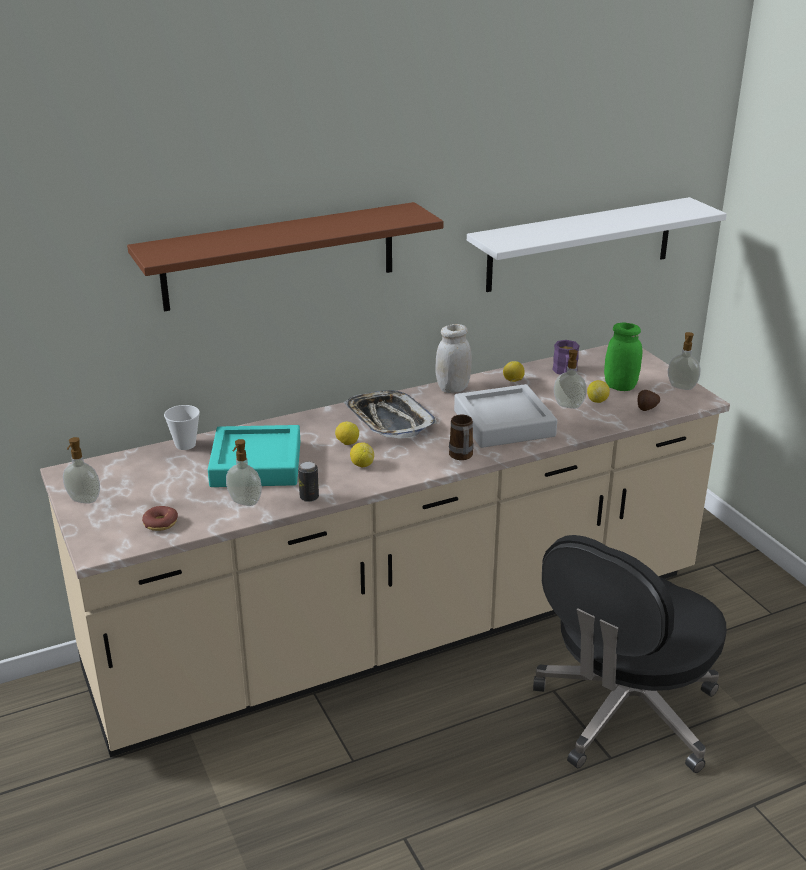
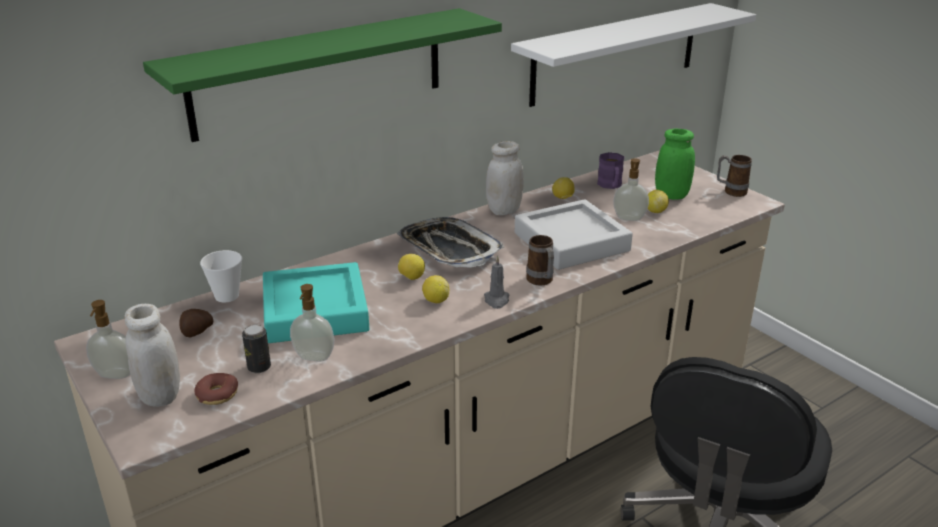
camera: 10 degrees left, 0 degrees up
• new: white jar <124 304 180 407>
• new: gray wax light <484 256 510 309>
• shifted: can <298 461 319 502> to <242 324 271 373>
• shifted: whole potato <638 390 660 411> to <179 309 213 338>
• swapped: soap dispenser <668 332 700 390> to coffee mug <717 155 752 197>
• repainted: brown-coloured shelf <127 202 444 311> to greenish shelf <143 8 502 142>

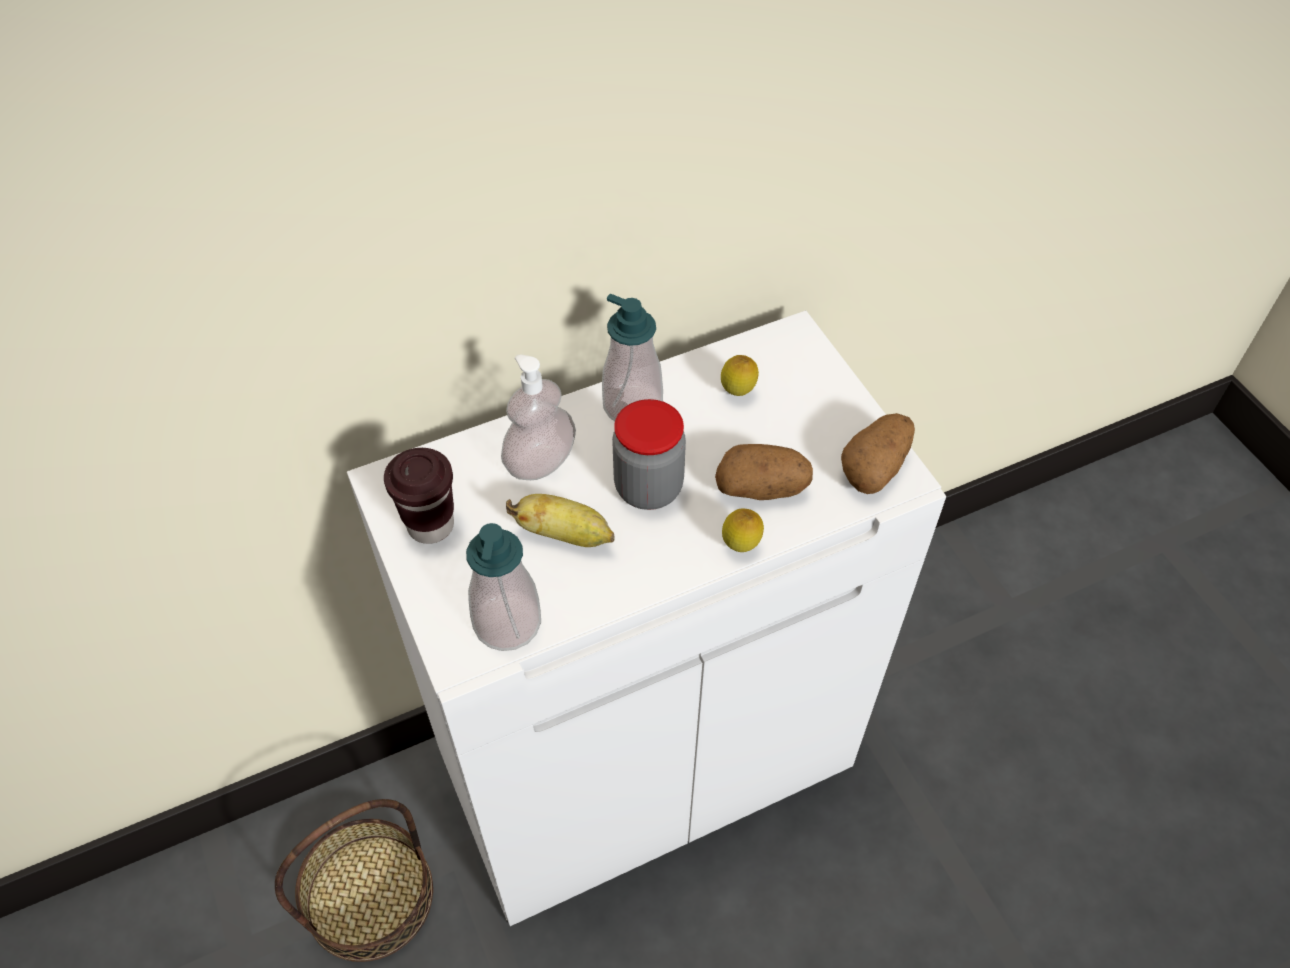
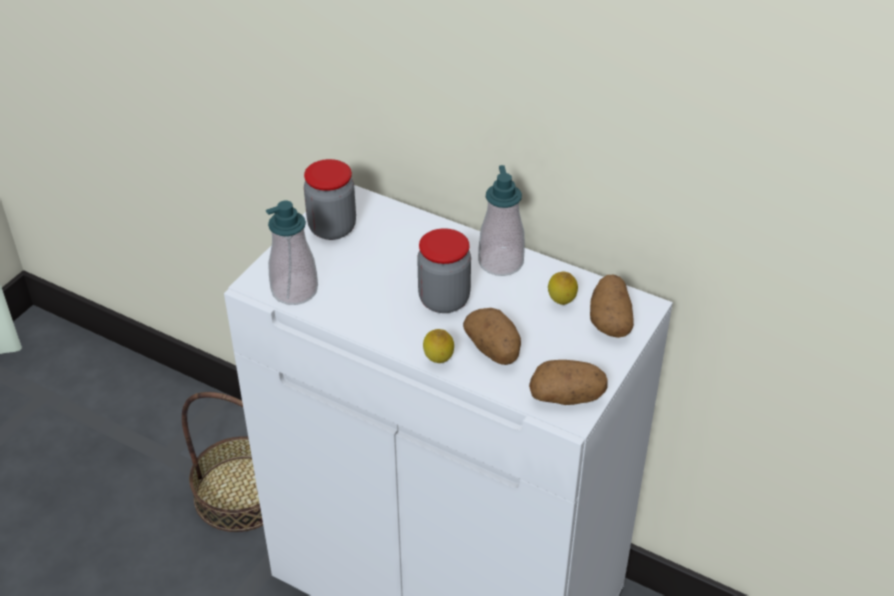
camera: 55 degrees right, 10 degrees down
• gone: soap dispenser <501 354 576 480>
• gone: banana <506 494 615 547>
• new: whole potato <590 275 634 338>
• swapped: brown-coloured drinking cup <384 448 454 544> to jar <304 159 356 240>

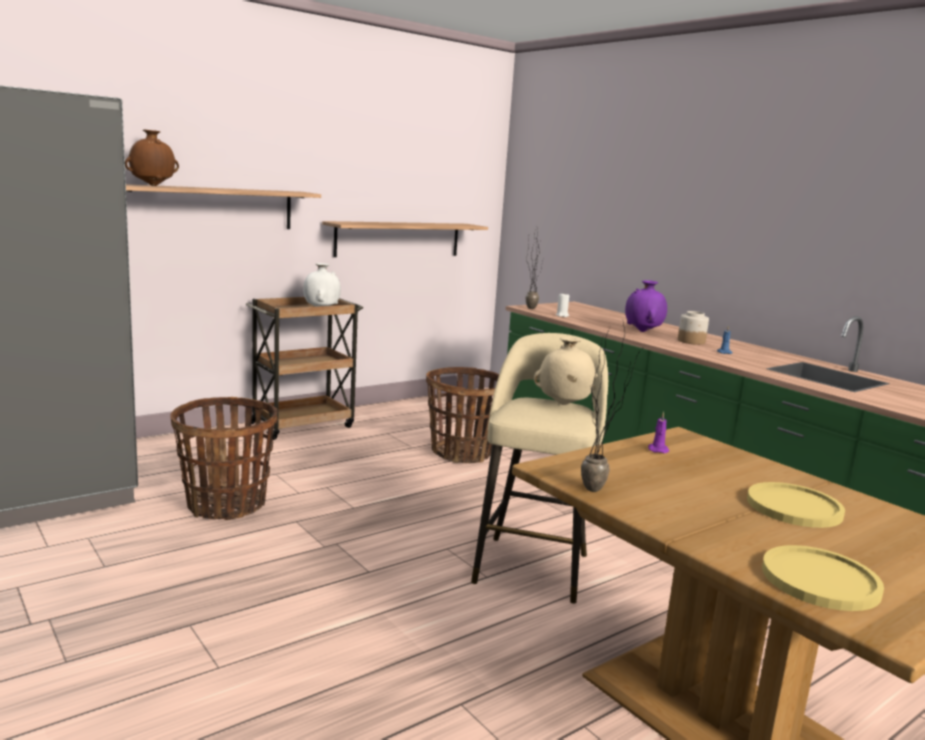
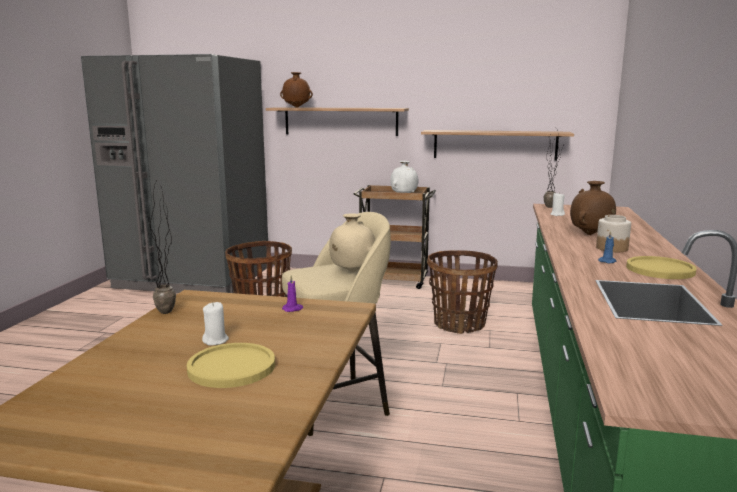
camera: 50 degrees right, 0 degrees up
• new: white wax light <202 302 229 345>
• shifted: yellow-coloured flat dish <762 545 884 611> to <626 256 696 279>
• repainted: purple-coloured flower vase <625 280 667 332> to brown-coloured flower vase <570 181 616 235>

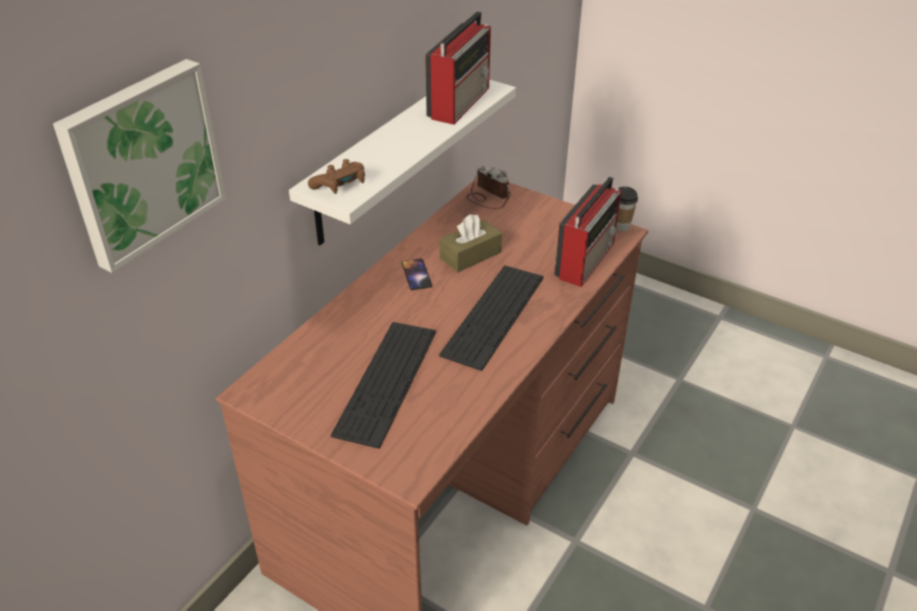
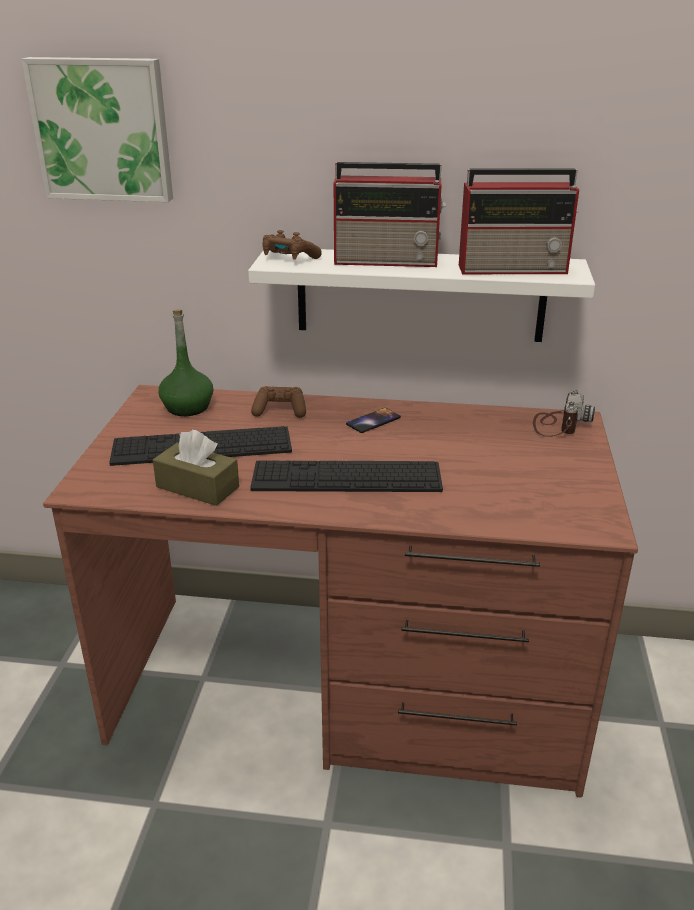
camera: 65 degrees right, 10 degrees down
• gone: drinking cup <616 186 638 231>
• new: greenish beverage bottle <158 310 213 416>
• new: brown-coloured game controller <251 386 306 418>
• shifted: brown-coloured tissue holder <440 214 502 273> to <153 430 239 506>
• shifted: radio receiver <555 177 621 287> to <334 162 446 267>

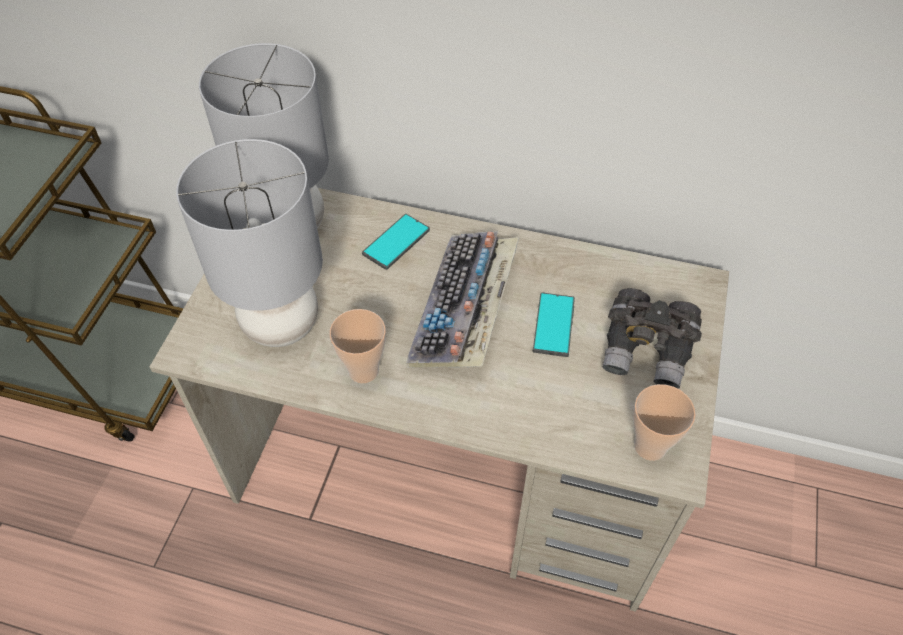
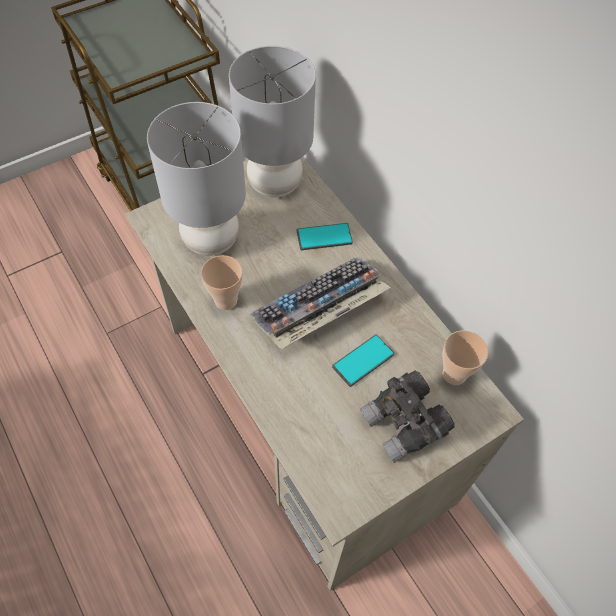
camera: 40 degrees right, 5 degrees up
• shifted: drinking cup <633 384 696 461> to <443 330 488 385>

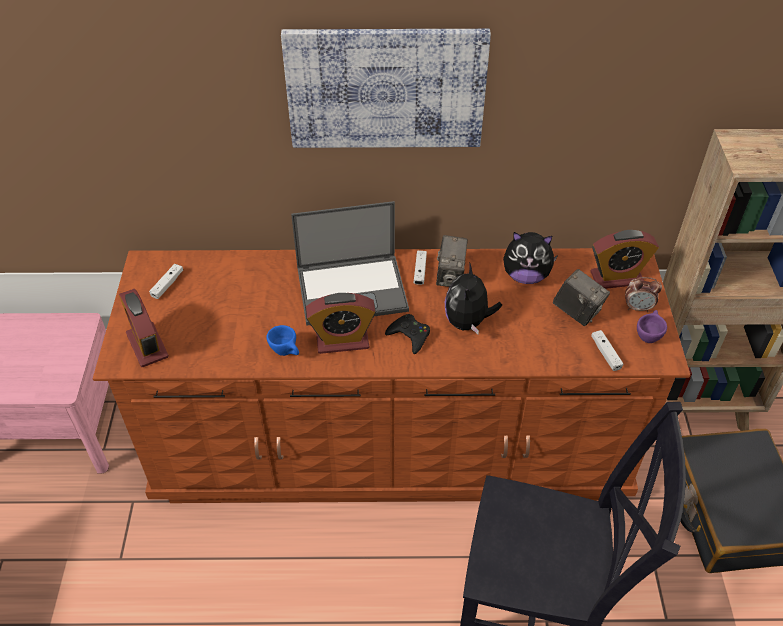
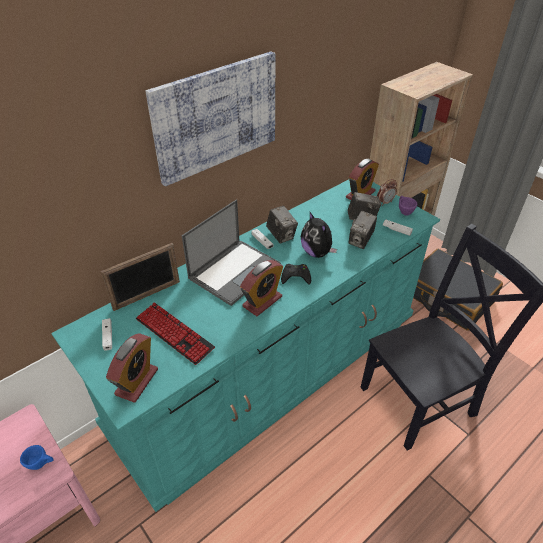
camera: 40 degrees left, 5 degrees down
• gone: plush toy <503 232 558 284>
• new: standing frame <101 243 180 311>
• new: keyboard <136 302 215 365>
• new: still camera <348 211 377 249>
• shifted: bluish drinking cup <266 325 299 356> to <20 445 54 470>
• repainted: brown-coloured drawer chest <93 248 691 503> to turquoise drawer chest <51 179 440 512>
• rotated: table clock <119 289 169 367> = <106 333 158 403> 90 degrees counterclockwise

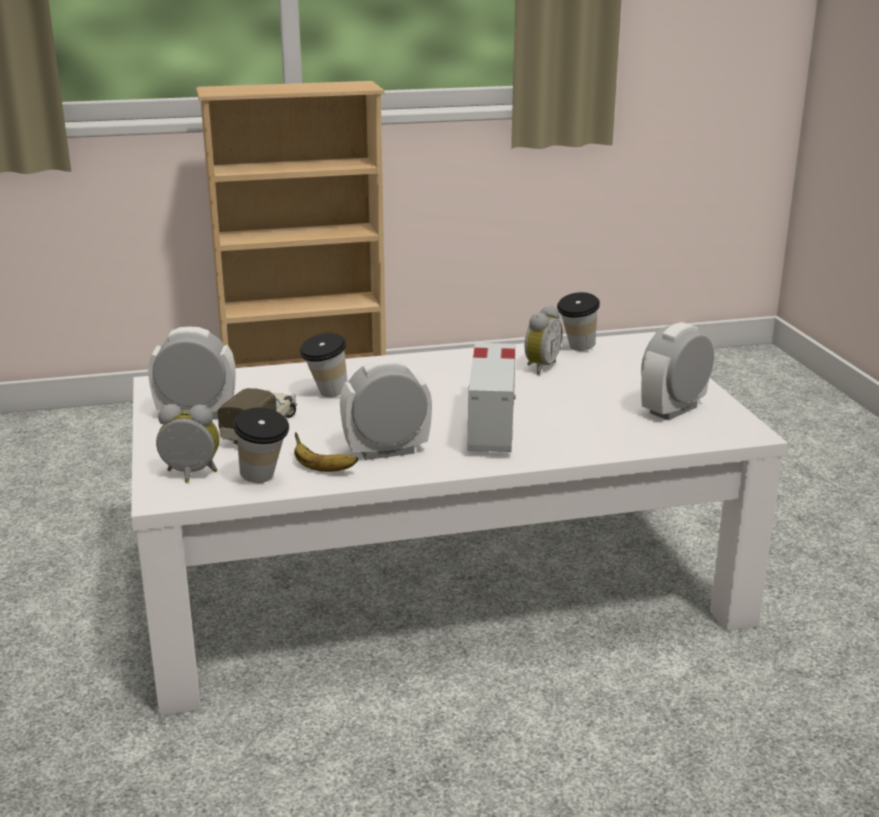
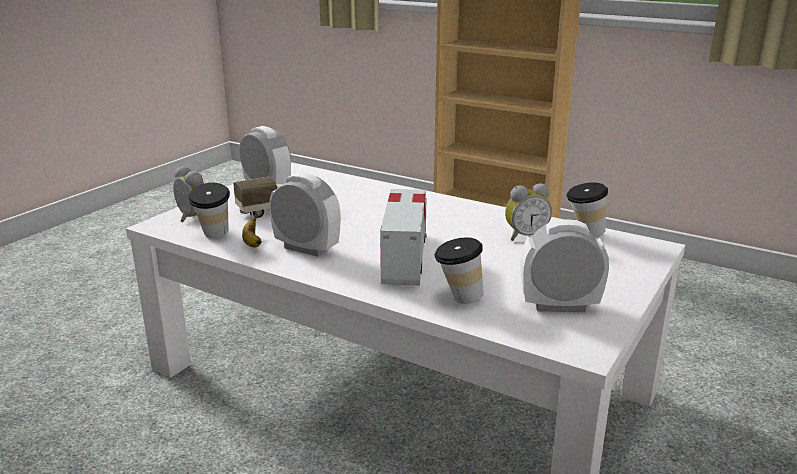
camera: 45 degrees right, 0 degrees up
• shifted: drinking cup <300 333 348 397> to <434 237 484 304>
• rotated: model truck <468 343 516 452> = <380 189 427 286> 45 degrees counterclockwise

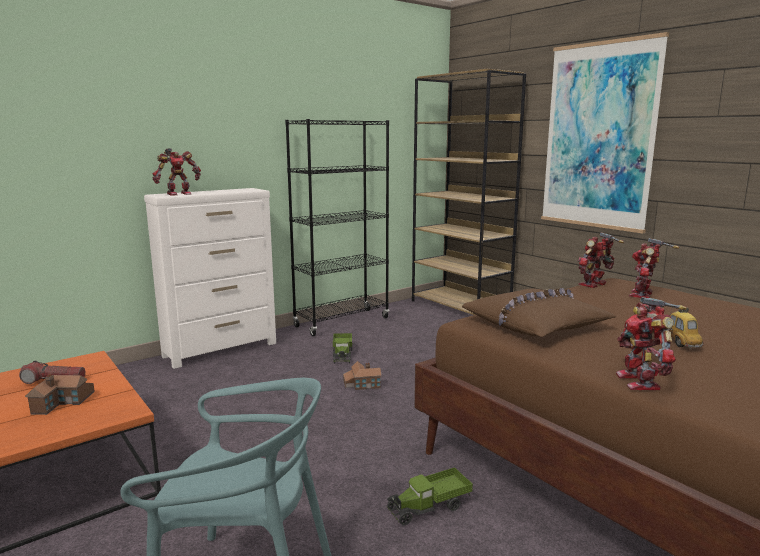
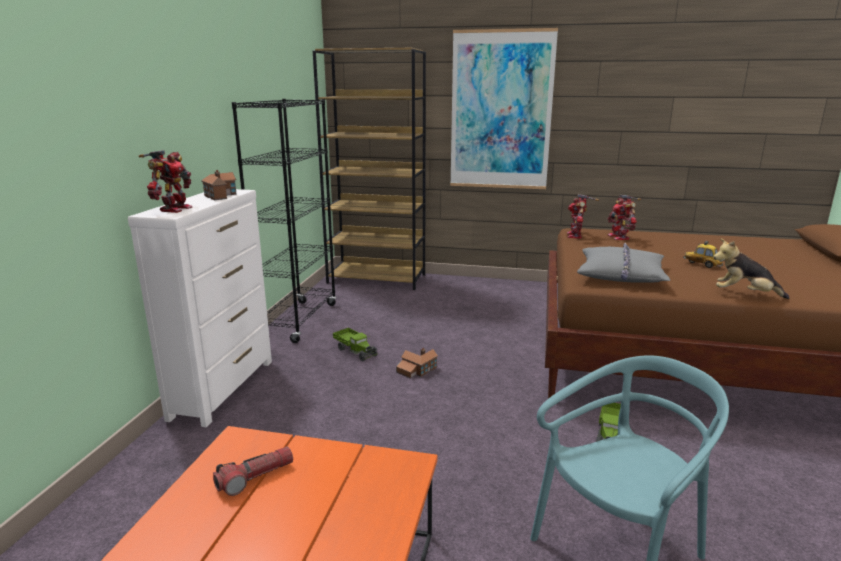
camera: 40 degrees left, 5 degrees up
• shifted: model house <25 374 95 415> to <201 170 237 200>
• swapped: robot figure <616 297 687 390> to plush toy <714 238 789 299>
• repainted: brown-coloured cushion <462 288 616 337> to gray cushion <577 243 670 283>

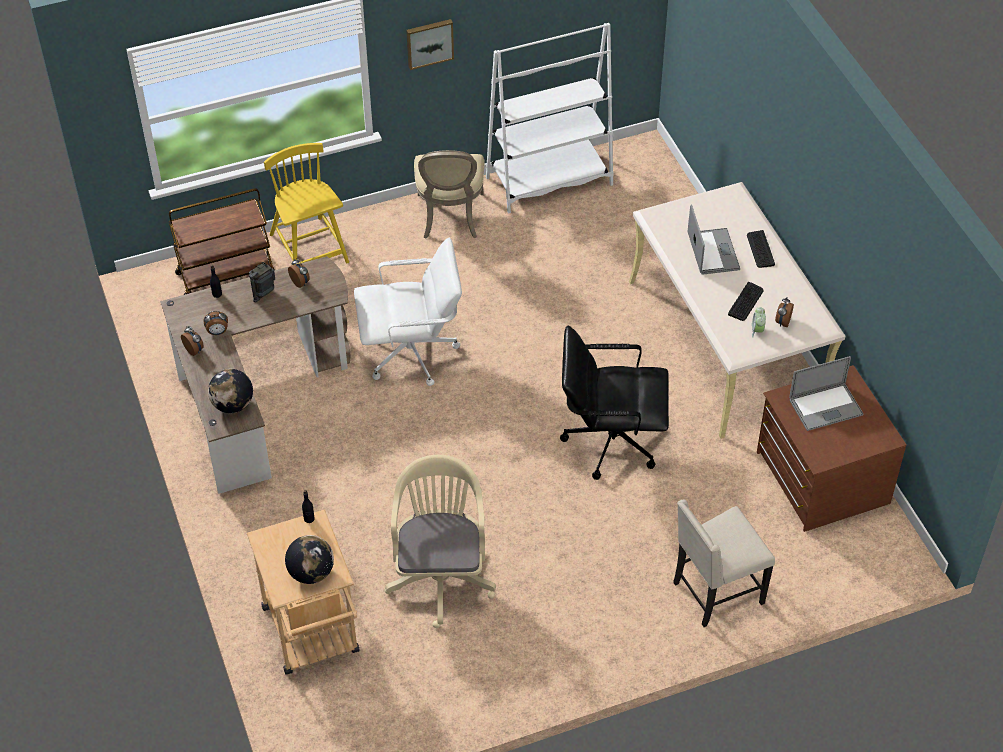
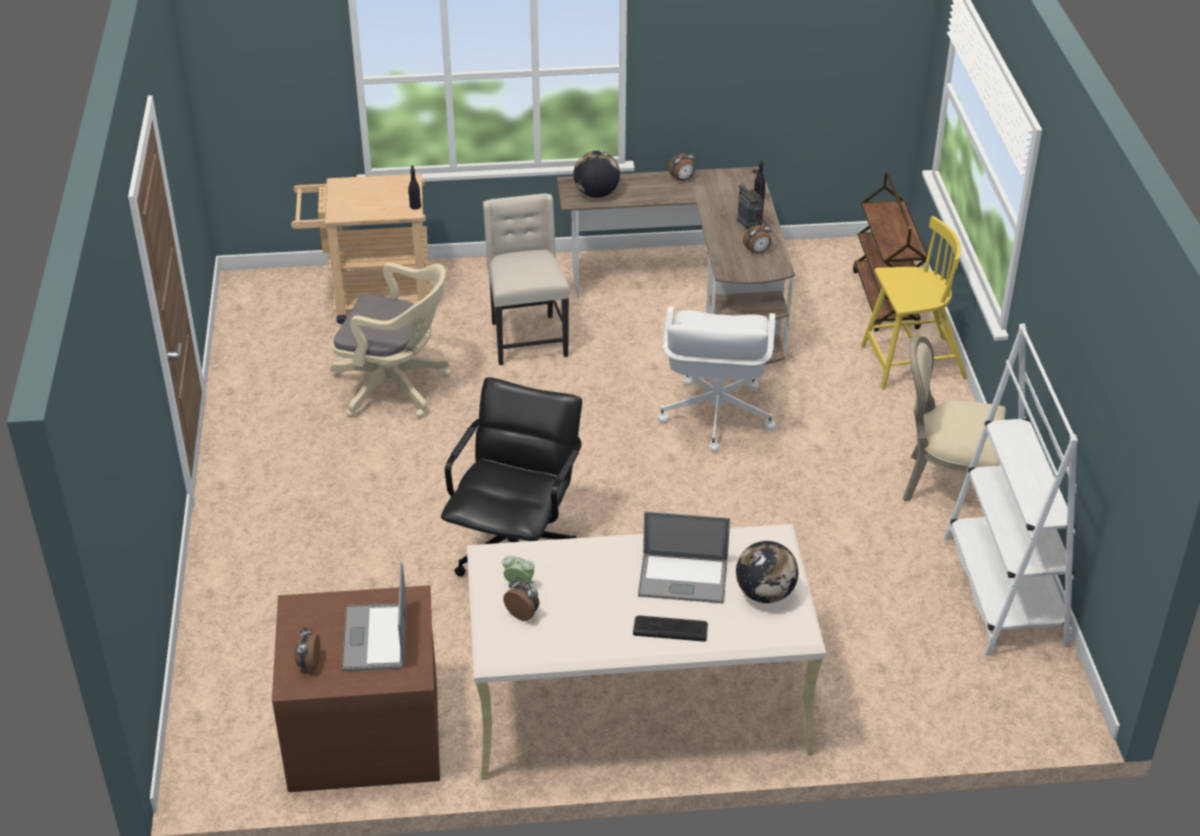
camera: 105 degrees right, 10 degrees down
• gone: wall picture <406 19 454 70>
• gone: keyboard <728 282 764 321>
• shifted: table clock <203 311 228 335> to <295 627 320 671>
• shifted: world globe <285 535 334 584> to <736 541 798 603>
• shifted: beige-coloured chair <673 500 775 627> to <483 194 570 365>

